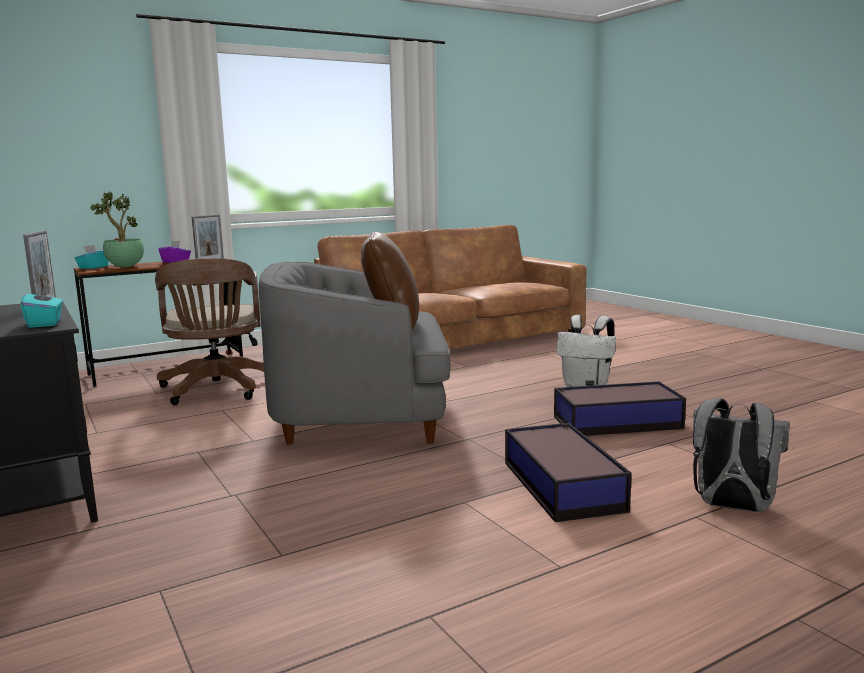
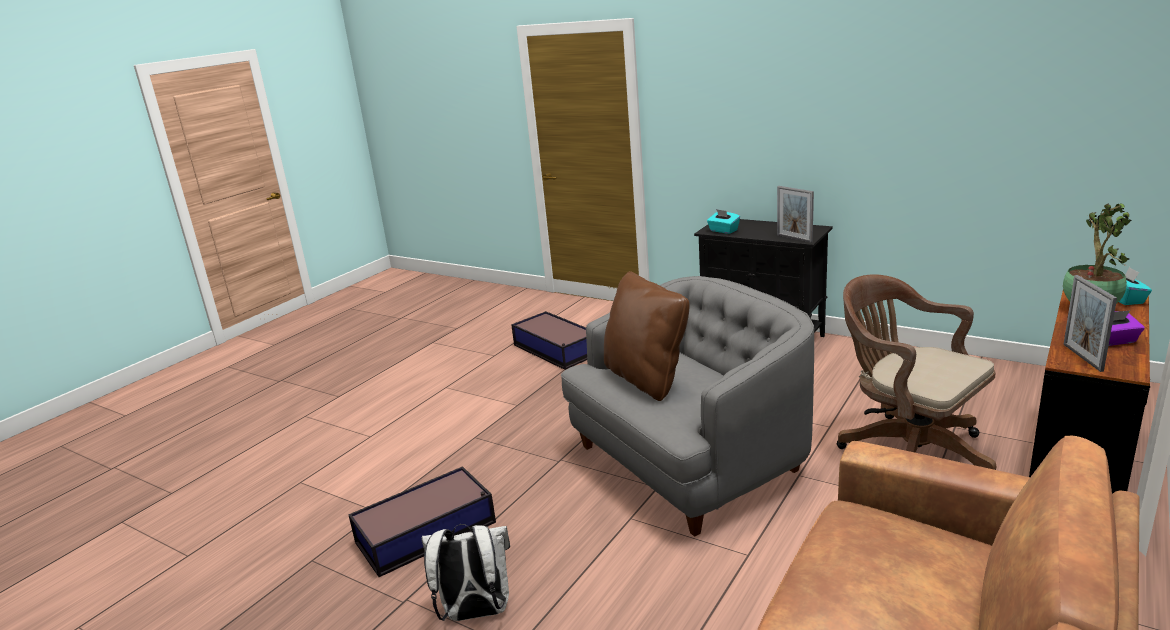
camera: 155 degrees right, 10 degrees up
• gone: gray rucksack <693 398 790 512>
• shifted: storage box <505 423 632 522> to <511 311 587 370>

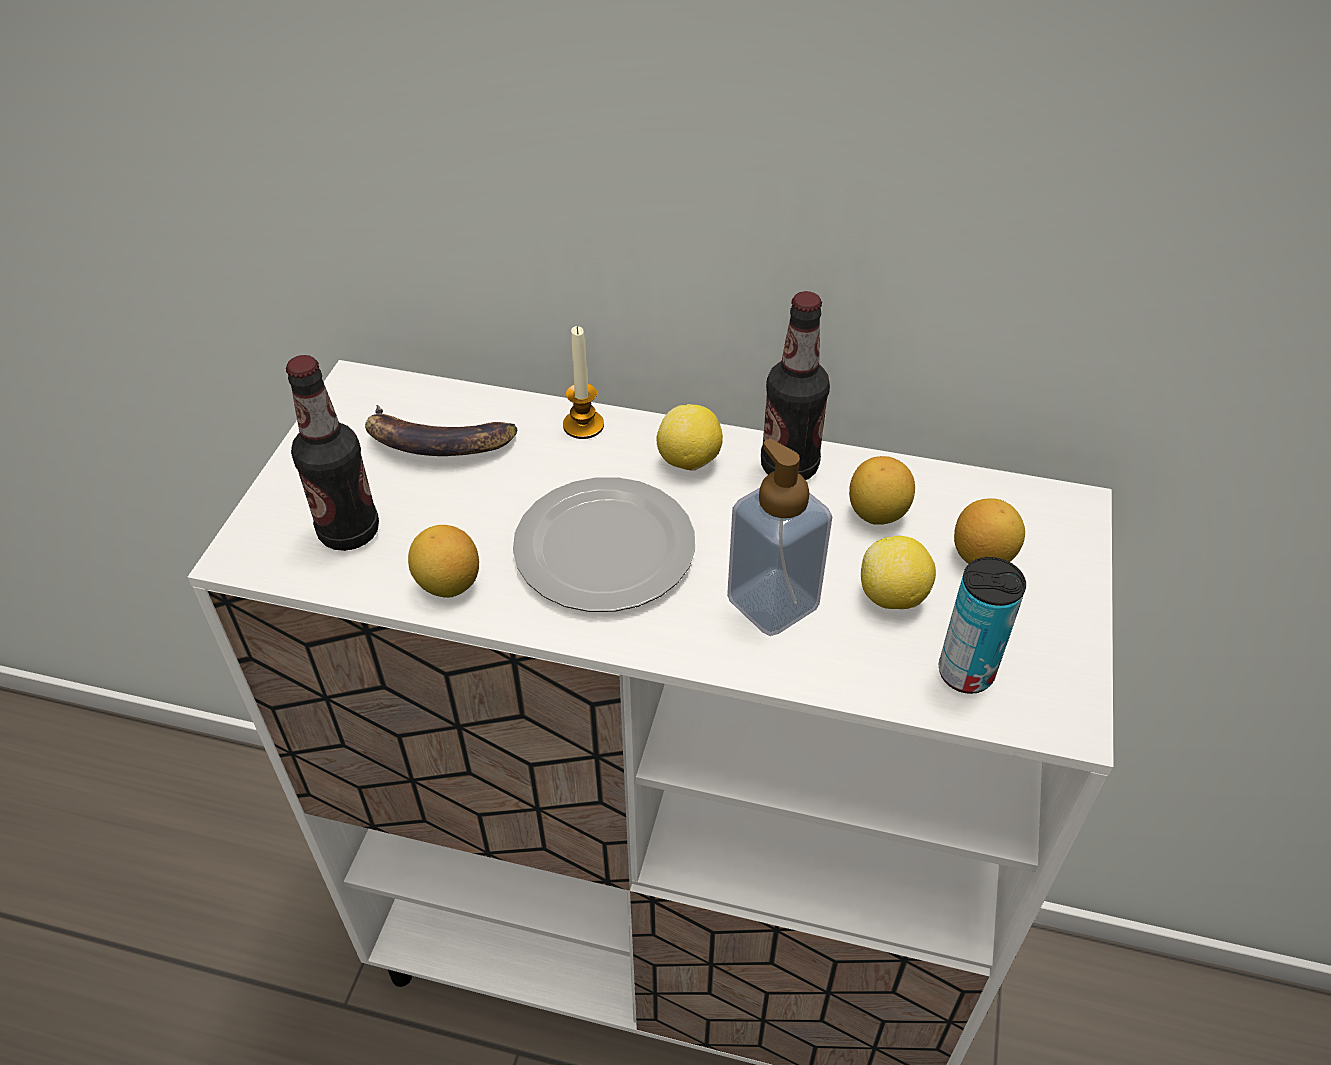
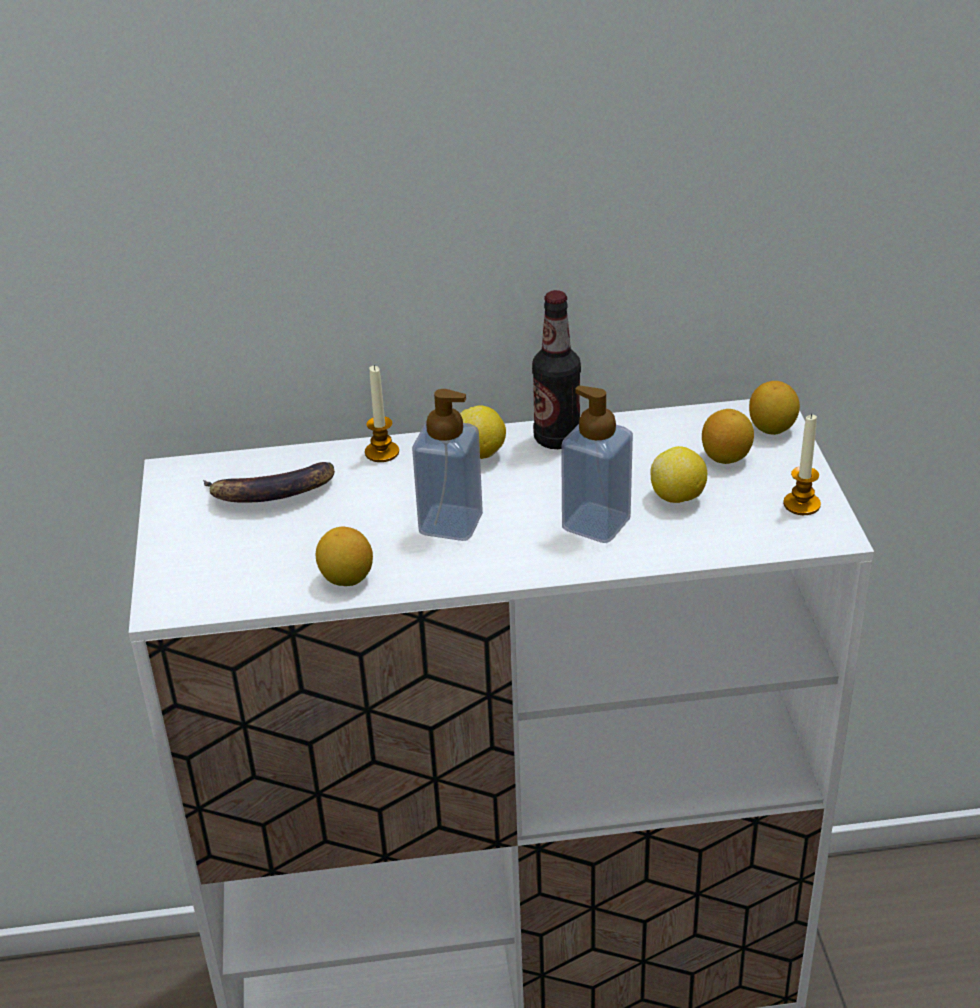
camera: 20 degrees left, 10 degrees down
• gone: beverage bottle <286 355 379 551>
• gone: can <939 557 1026 694>
• new: wax light <783 414 821 515>
• shifted: lemon <849 456 915 525> to <749 381 800 435>
• swapped: flat dish <513 477 695 612> to soap dispenser <412 389 483 541>

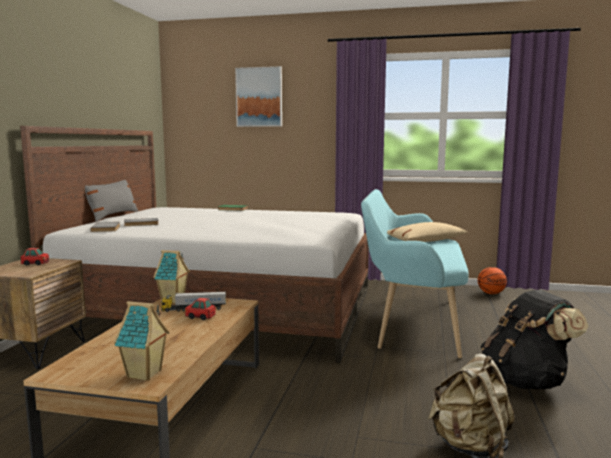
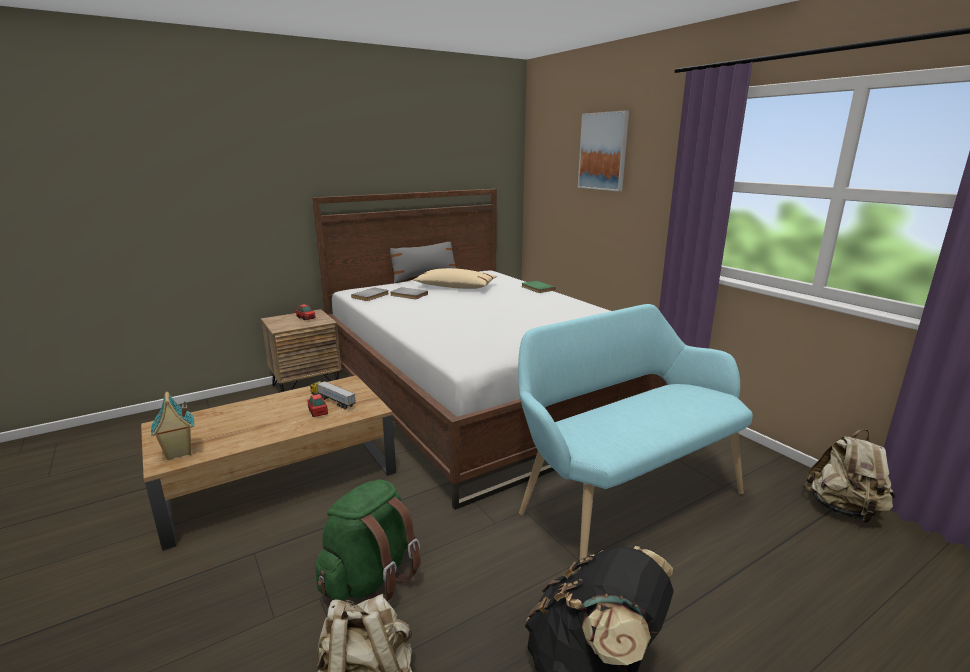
camera: 45 degrees right, 10 degrees up
• gone: model house <153 250 190 303>
• new: greenish rucksack <315 480 421 601>
• shifted: beige-coloured cushion <387 222 468 242> to <413 268 497 289>
• swapped: basketball <478 267 507 294> to beige-coloured rucksack <804 429 895 523>

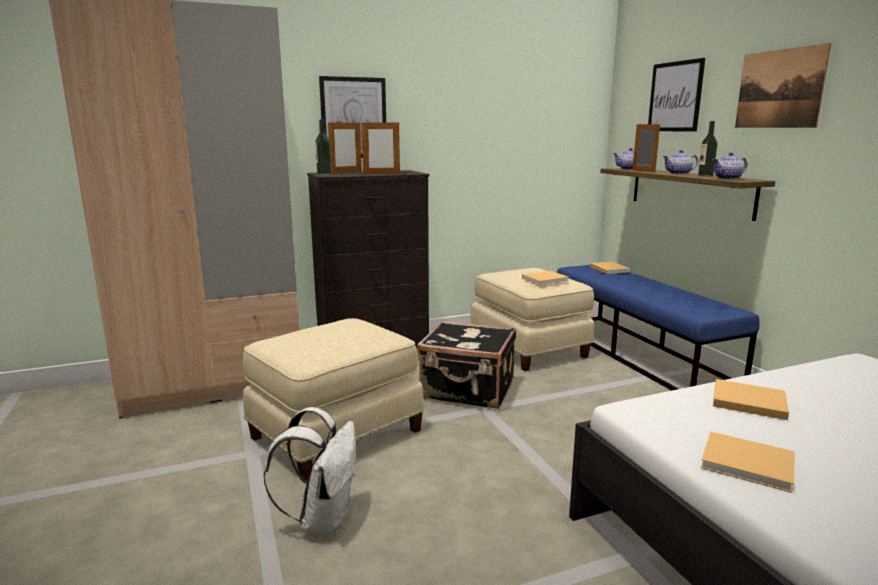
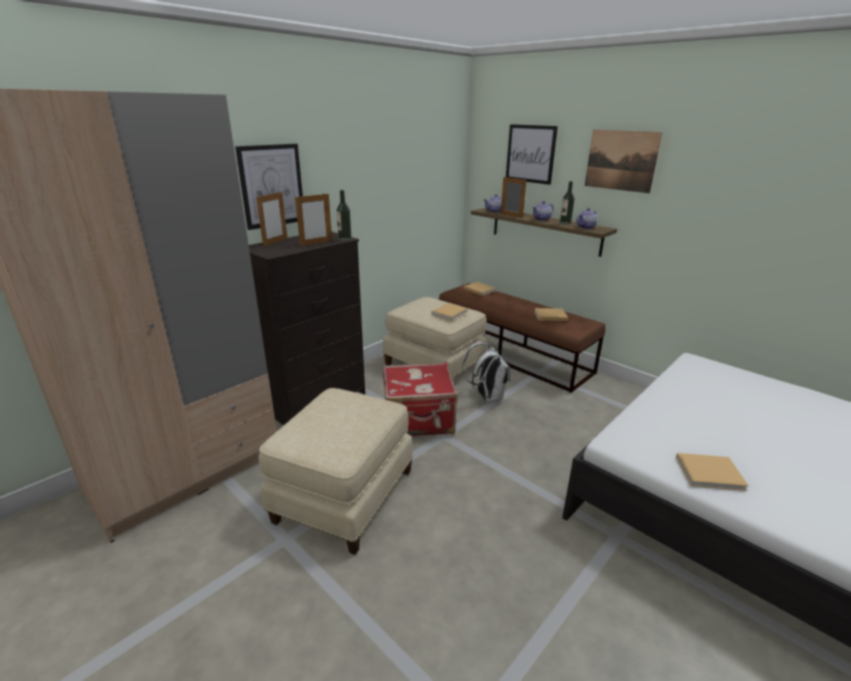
camera: 25 degrees left, 10 degrees up
• shifted: white rucksack <264 407 356 535> to <462 342 510 402>
• shifted: beverage bottle <315 120 332 175> to <337 190 352 241>
• shifted: beige-coloured volume <713 379 789 420> to <534 308 568 321>
• repainted: black-coloured piece of luggage <417 321 516 409> to reddish piece of luggage <383 362 458 436>
• repainted: bluish long seat <556 265 760 390> to brown-coloured long seat <439 283 606 393>

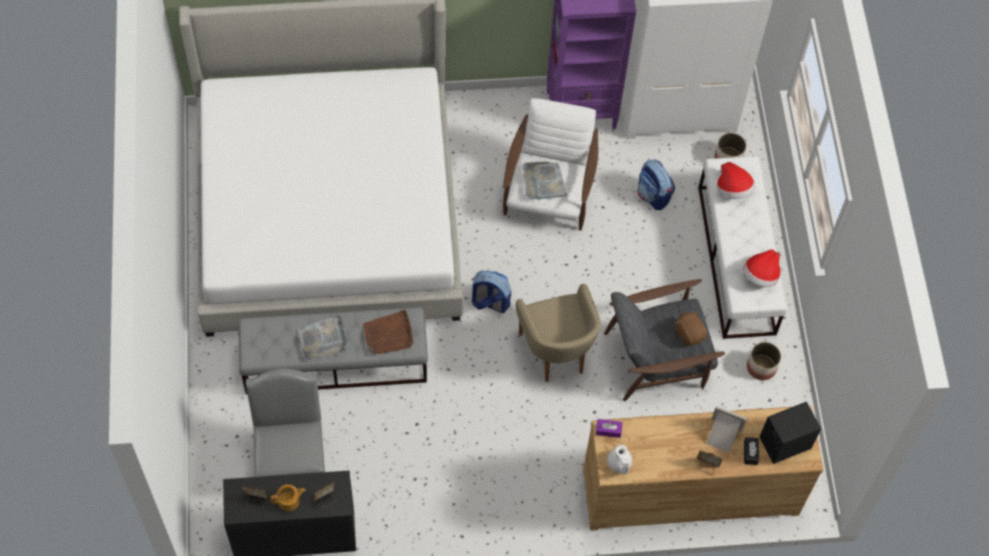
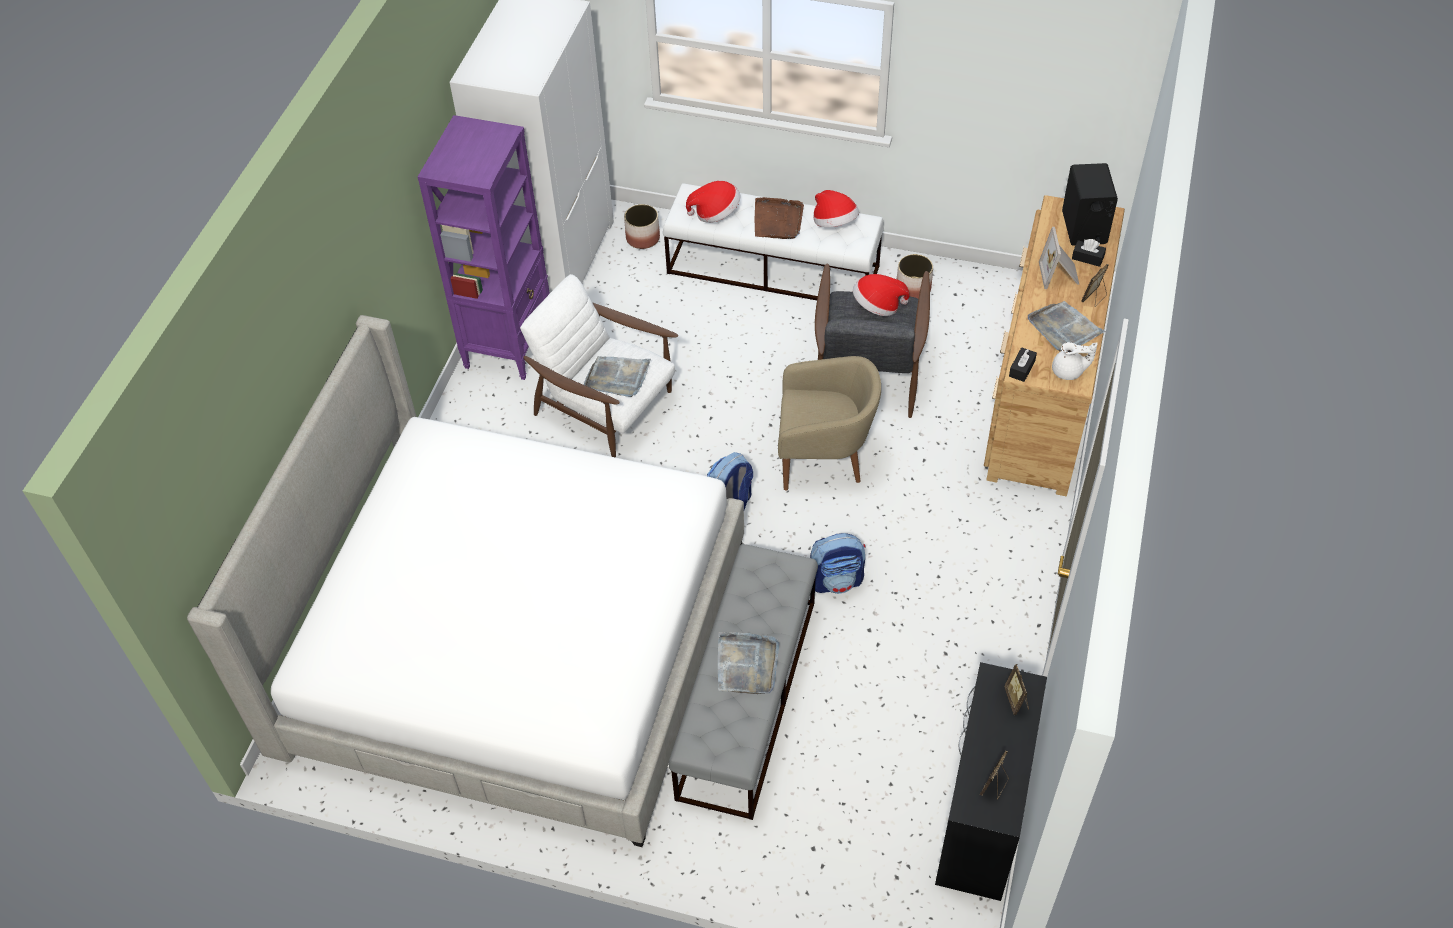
camera: 65 degrees left, 10 degrees down
• gone: gray chair <246 369 325 477>
• gone: teapot <271 484 306 511>
• new: gray tray <1028 301 1106 351>
• shifted: brown-coloured tray <363 309 413 355> to <755 197 804 239>
• shifted: rucksack <637 159 675 210> to <810 533 866 594>
• swapped: brown-coloured plush toy <675 312 707 346> to hat <853 274 910 316>
• repainted: purple-coloured tissue holder <596 419 622 438> to black-coloured tissue holder <1009 347 1037 382>
• rotated: standing frame <706 406 747 453> = <1039 227 1079 289> 45 degrees counterclockwise

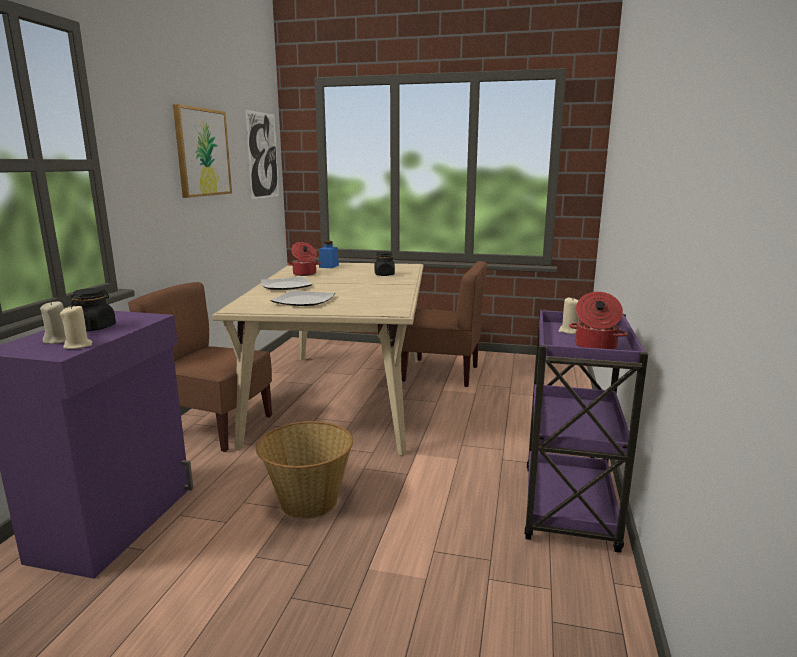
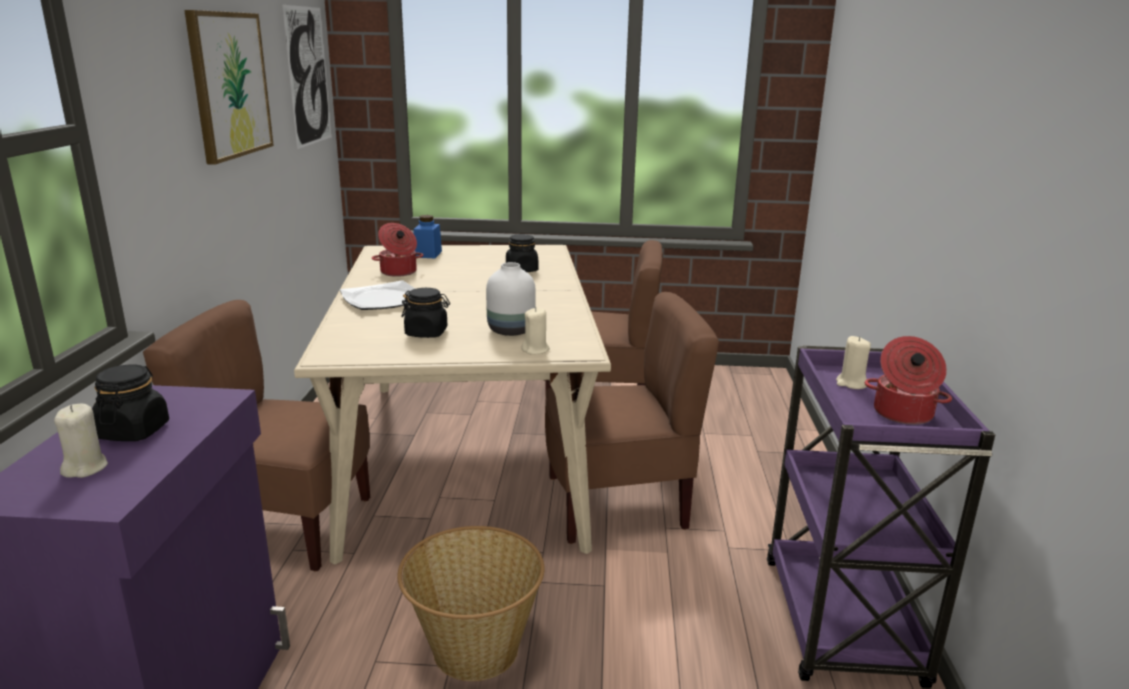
camera: 10 degrees left, 5 degrees up
• new: white flower vase <486 262 536 336>
• new: brown-coloured chair <545 292 719 544>
• shifted: beige-coloured wax light <60 305 93 349> to <522 308 550 354>
• swapped: flat dish <270 290 335 306> to black-coloured jar <401 288 450 338>

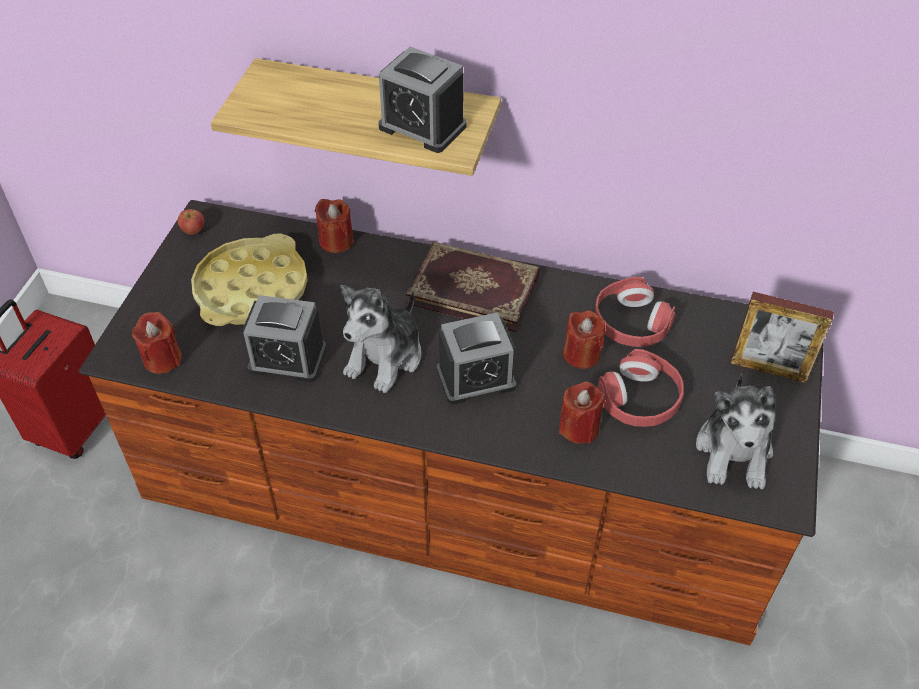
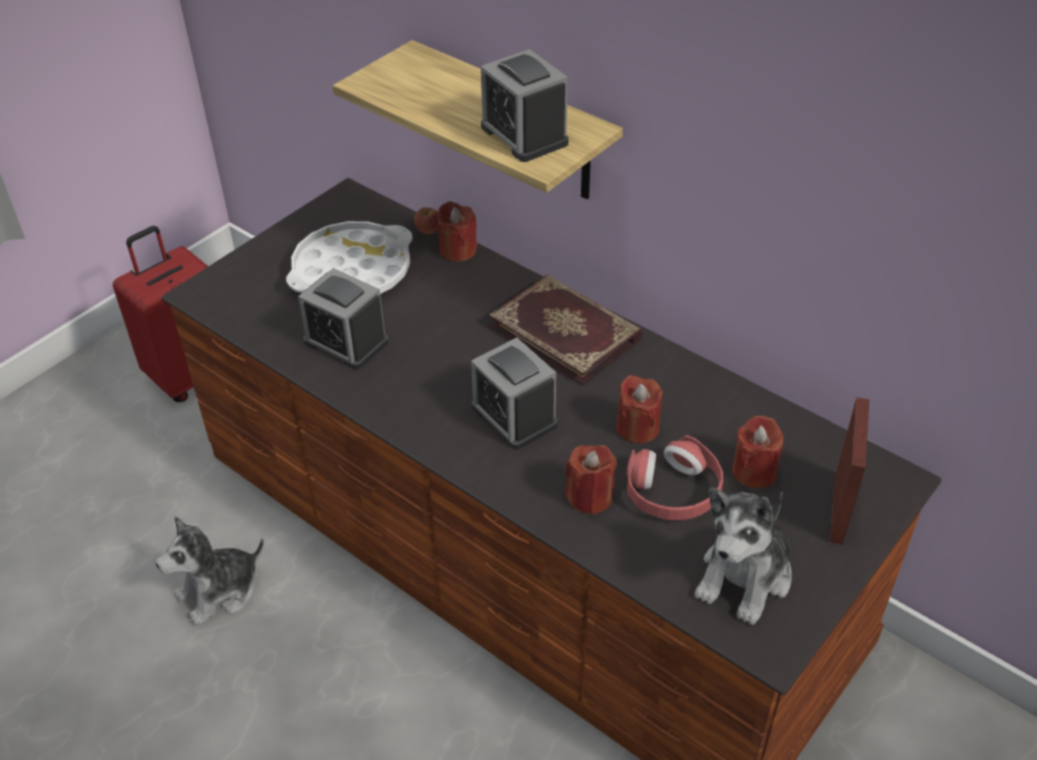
camera: 25 degrees right, 5 degrees down
• gone: reddish headphones <595 277 675 347>
• shifted: reddish wax light <132 312 182 374> to <732 416 784 488>
• shifted: apple <178 209 205 235> to <414 207 438 234>
• shifted: plush toy <340 285 421 393> to <156 516 264 626>
• repainted: yellow-coloured tray <191 234 308 326> to white tray <286 221 413 294>
• rotated: table clock <437 312 516 405> = <471 337 558 450> 45 degrees clockwise
• rotated: standing frame <730 292 834 383> = <830 397 869 545> 120 degrees counterclockwise

